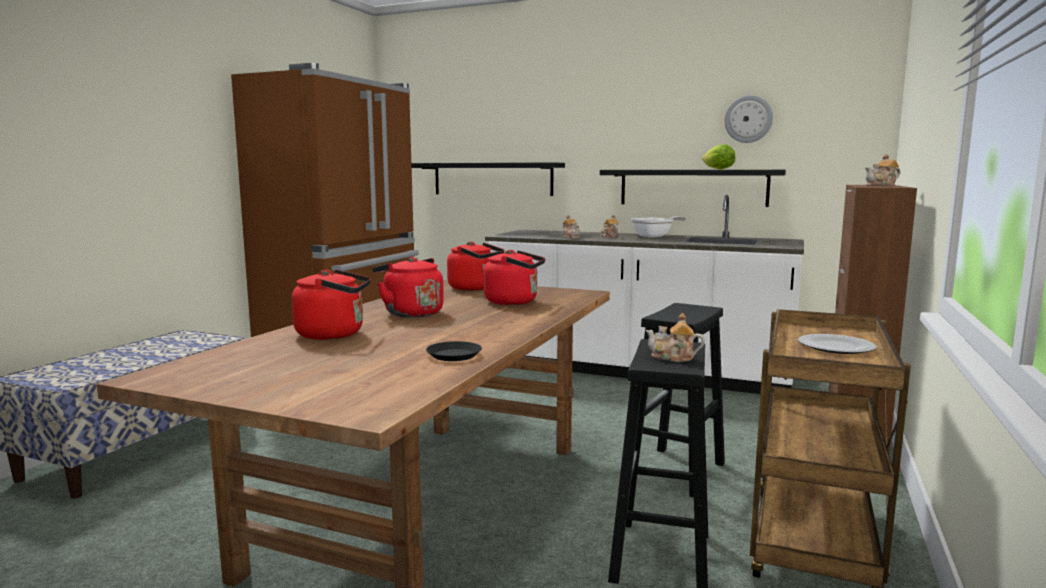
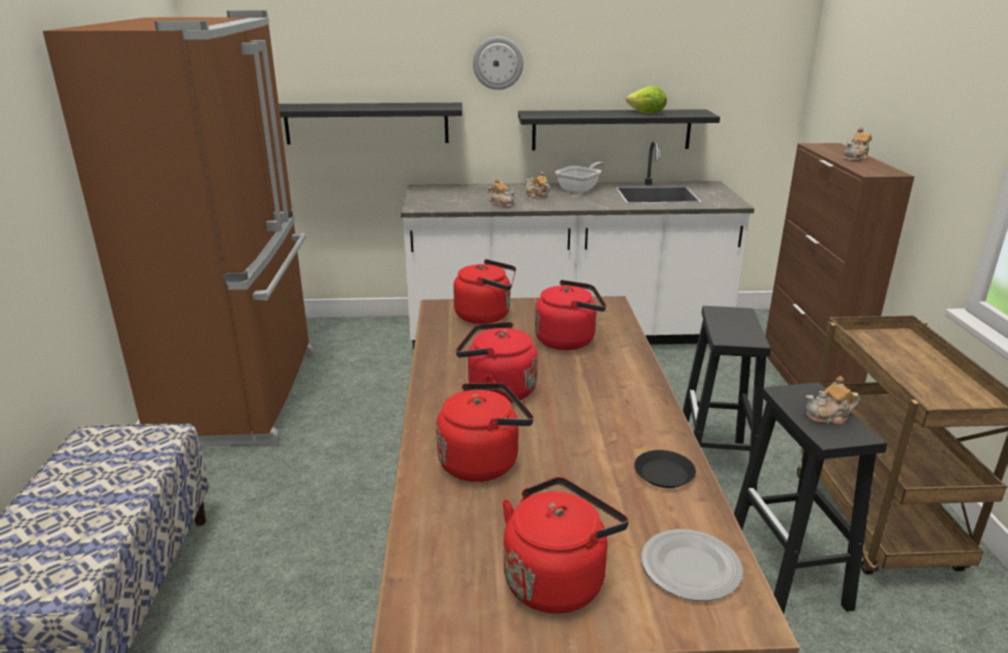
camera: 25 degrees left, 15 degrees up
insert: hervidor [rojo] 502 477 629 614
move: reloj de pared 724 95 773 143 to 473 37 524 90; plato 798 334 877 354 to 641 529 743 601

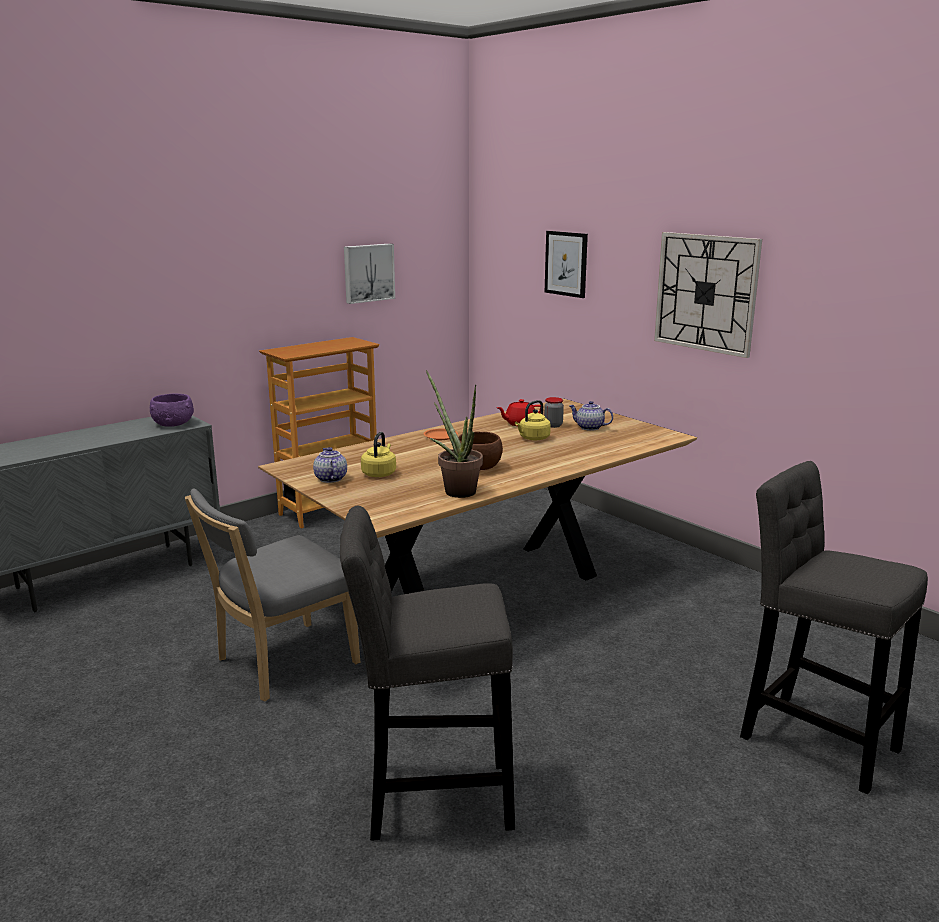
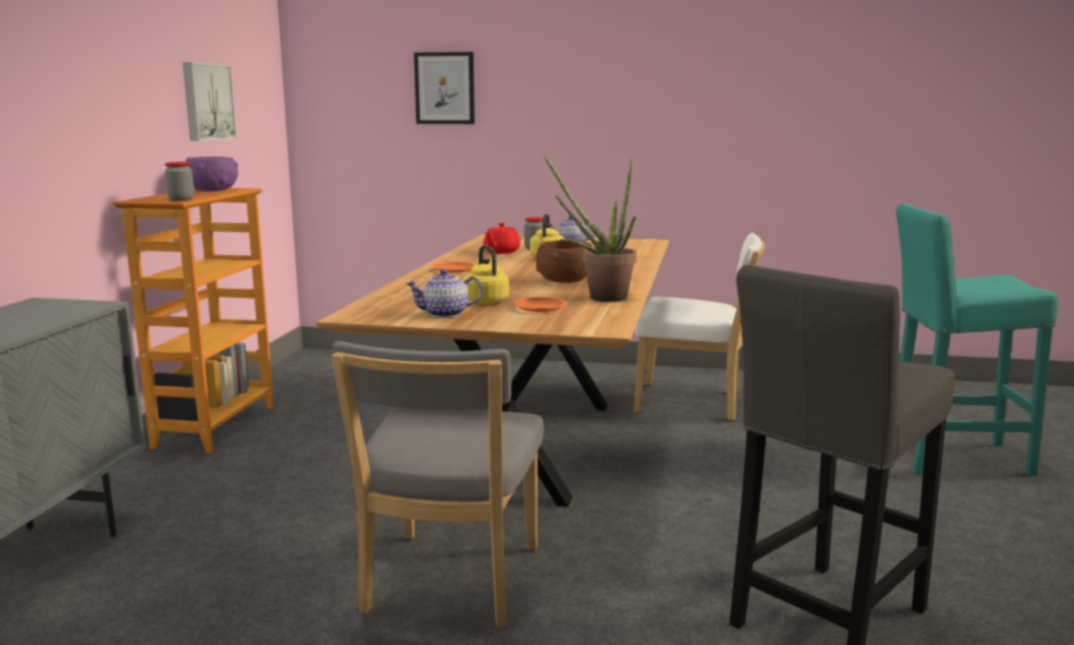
camera: 40 degrees left, 5 degrees down
delete: reloj de pared 654 232 762 358
insert: tarro 165 162 194 201; plato [naranja] 513 297 566 312; silla [blanco] 634 233 765 420
move: cuenco [morado] 150 393 194 427 to 185 157 238 191
recolor: taburete [gris] 740 461 928 794 to taburete [turquesa] 896 204 1058 476
rotate: tetera 313 447 347 483 = 405 269 483 318 45 degrees counterclockwise

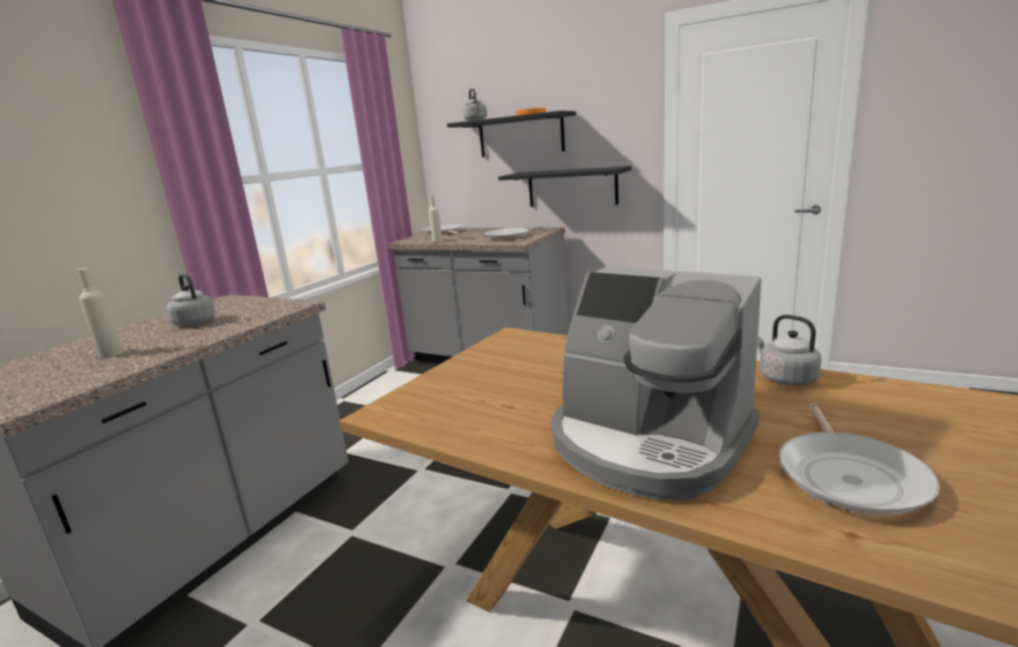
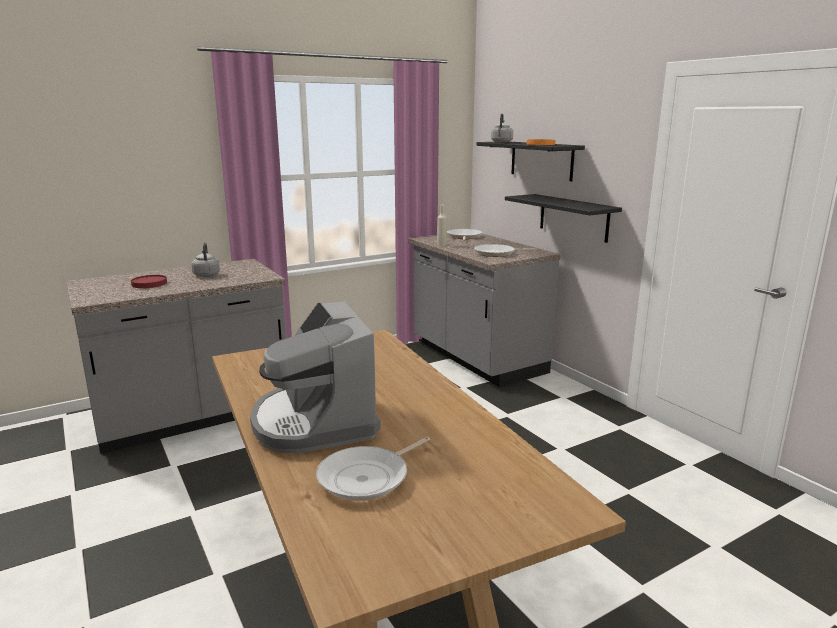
camera: 30 degrees right, 0 degrees up
delete: hervidor [gris] 758 314 821 386
replace: botella [beis] 77 268 123 358 to plato [rojo] 131 275 167 288

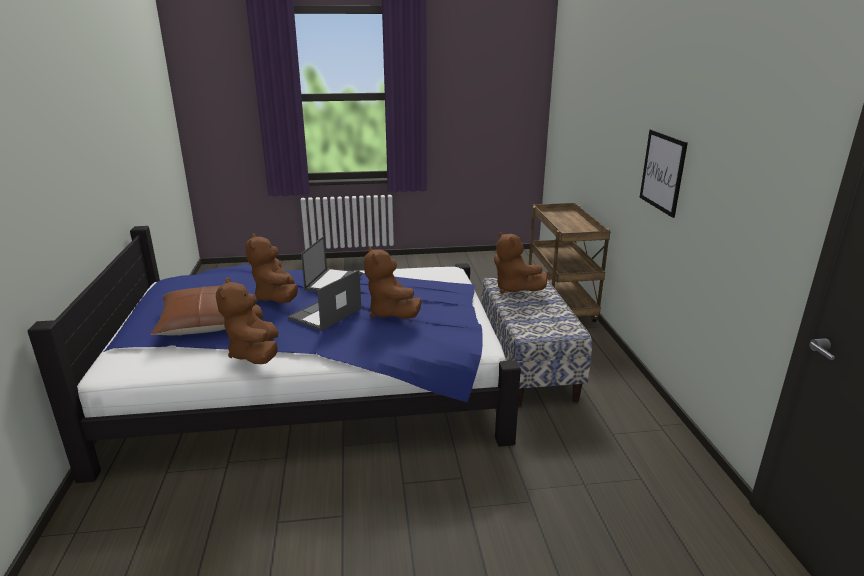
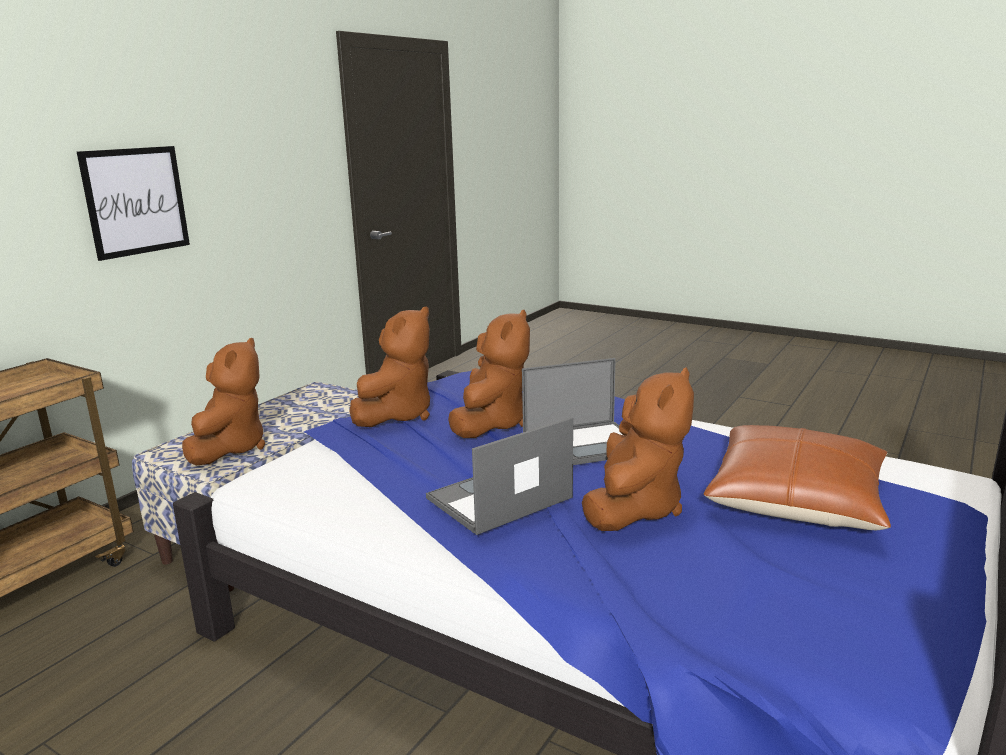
camera: 140 degrees left, 5 degrees down
move: peluche [marrón] 216 277 278 364 to 349 307 430 427

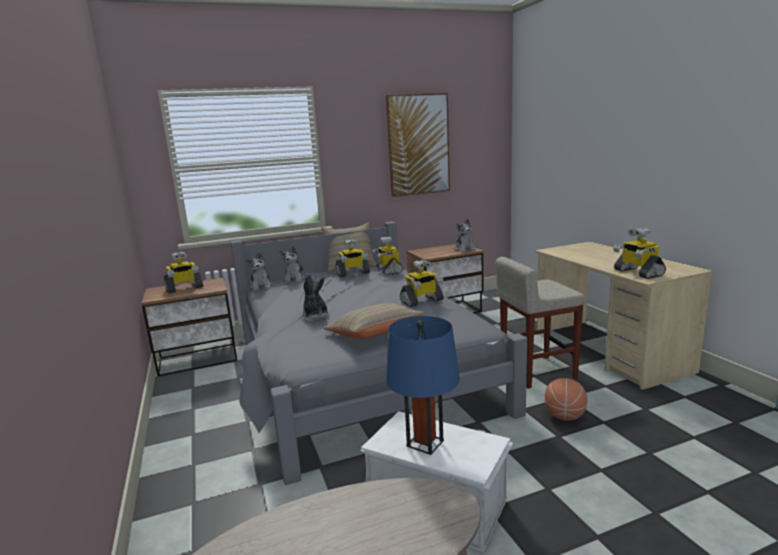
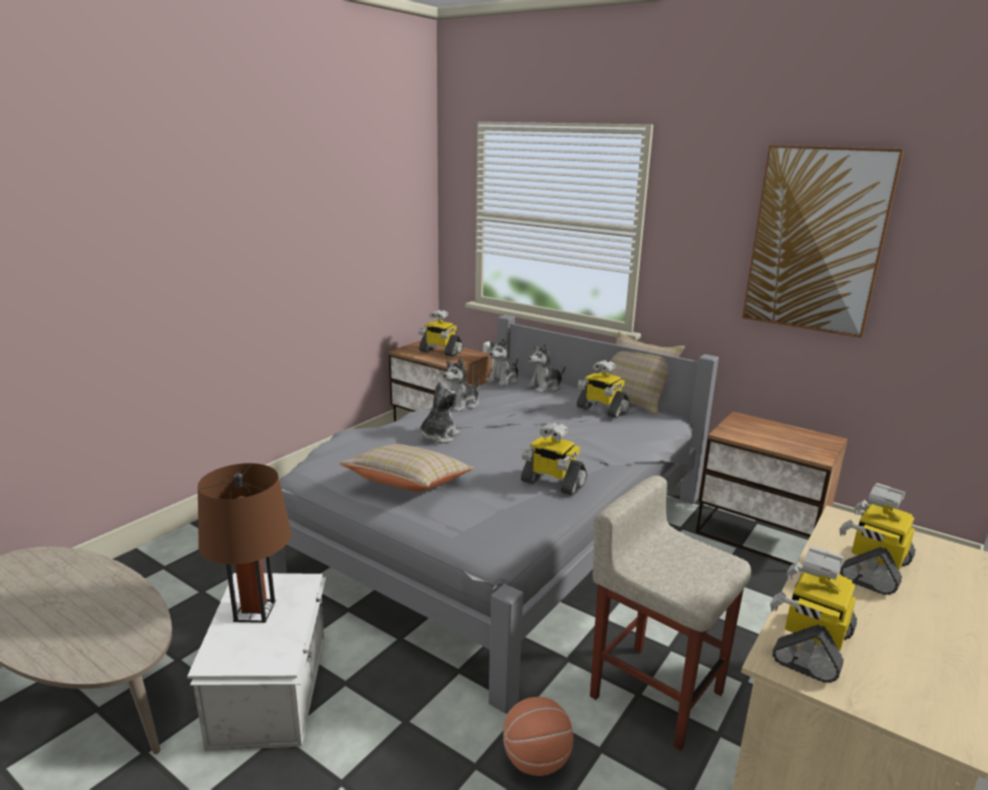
camera: 55 degrees right, 5 degrees up
move: robot de juguete 372 237 403 275 to 839 483 915 595; peluche 455 218 476 252 to 443 358 480 412
recolor: lámpara de mesa [azul] 386 316 460 455 to lámpara de mesa [marrón] 198 463 291 623

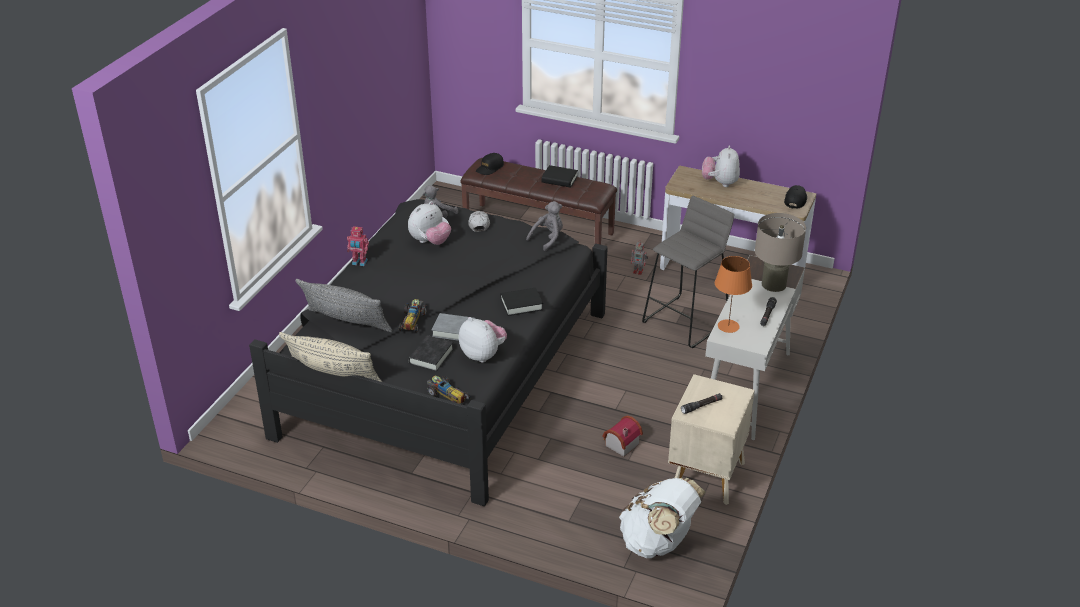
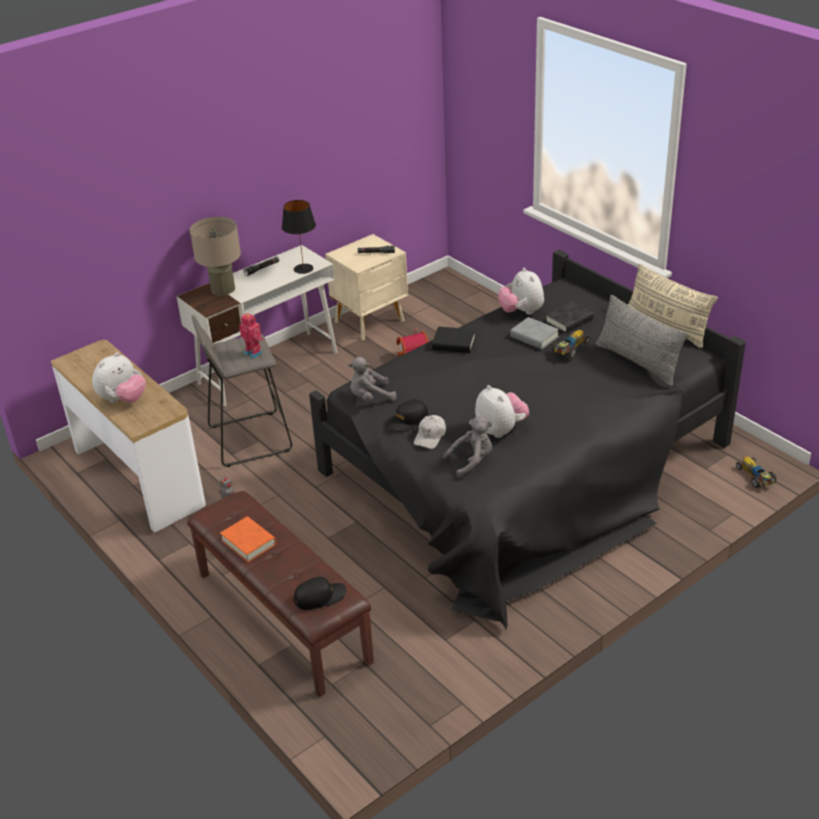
camera: 150 degrees left, 0 degrees up
delete: mochila [blanco] 619 478 706 558
move: robot de juguete 347 226 369 266 to 239 313 264 358; coche de juguete 427 376 471 404 to 736 457 776 488; gorra [negro] 784 185 807 209 to 387 399 428 432
recolor: libro [negro] 542 165 578 188 to libro [naranja] 220 517 276 562; lámpara de mesa [naranja] 715 256 752 333 to lámpara de mesa [negro] 282 200 316 274
rotate: peluche 408 201 451 245 = 475 385 529 438 75 degrees clockwise

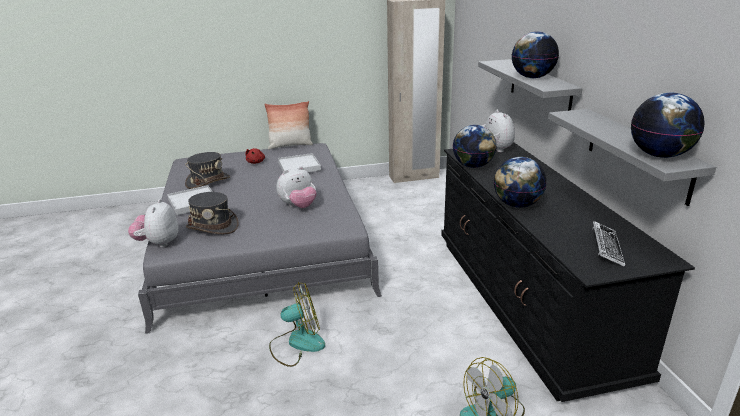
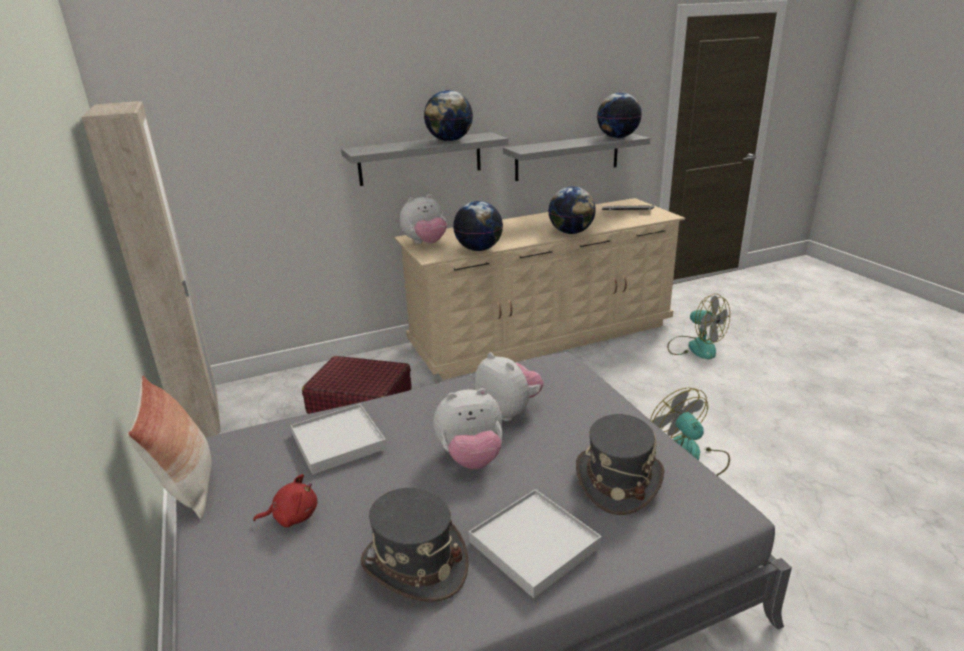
camera: 100 degrees left, 0 degrees up
insert: maleta [rojo] 302 356 411 414
move: peluche 128 199 179 248 to 433 388 503 469
recolor: cómoda [negro] 441 142 695 402 to cómoda [beis] 394 198 685 380

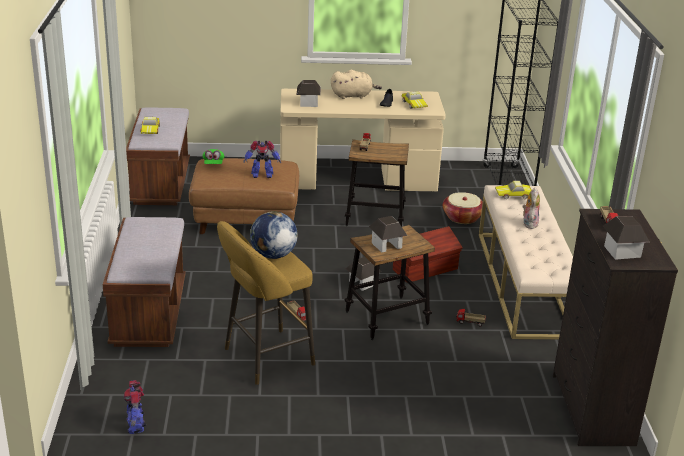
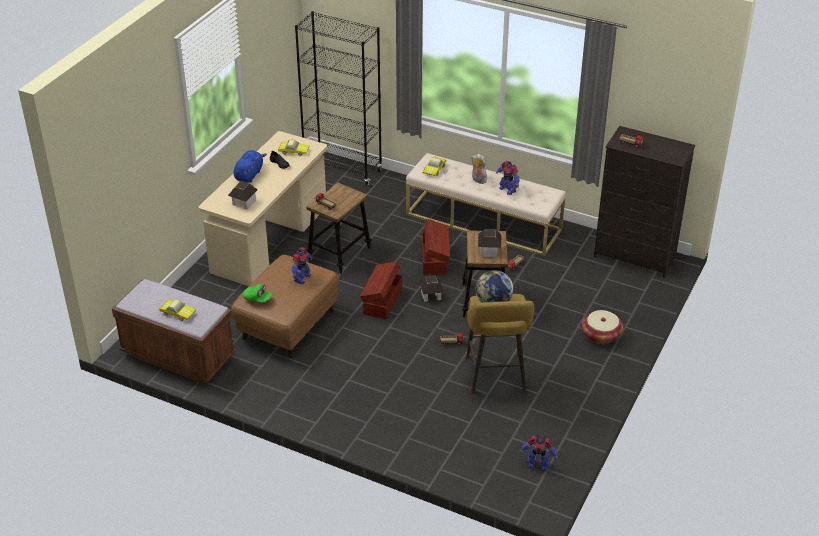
camera: 60 degrees left, 10 degrees up
delete: banco [marrón] 103 217 186 347; casita 603 216 649 260
insert: caja de almacenaje [marrón] 360 261 402 319; robot de juguete 496 161 520 195
move: cesta 443 192 483 224 to 582 310 623 344
recolor: peluche [beis] 331 70 382 99 to peluche [azul] 234 150 267 183

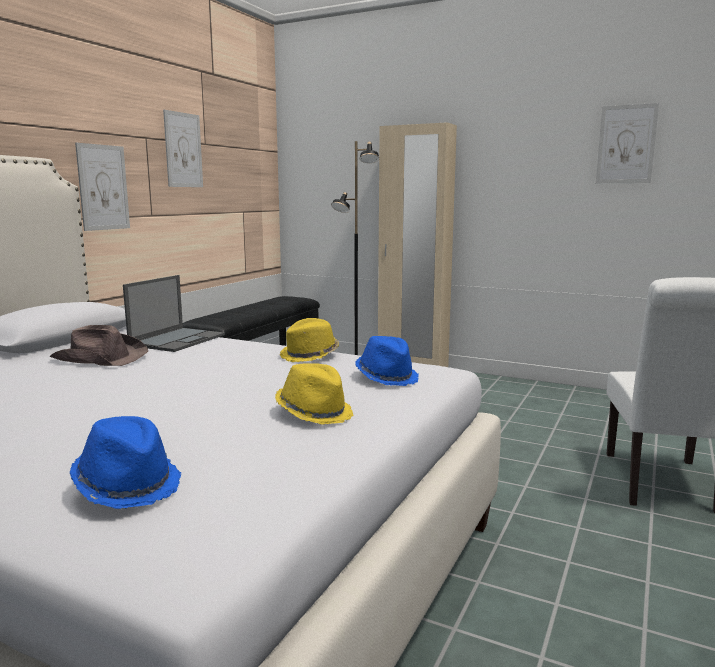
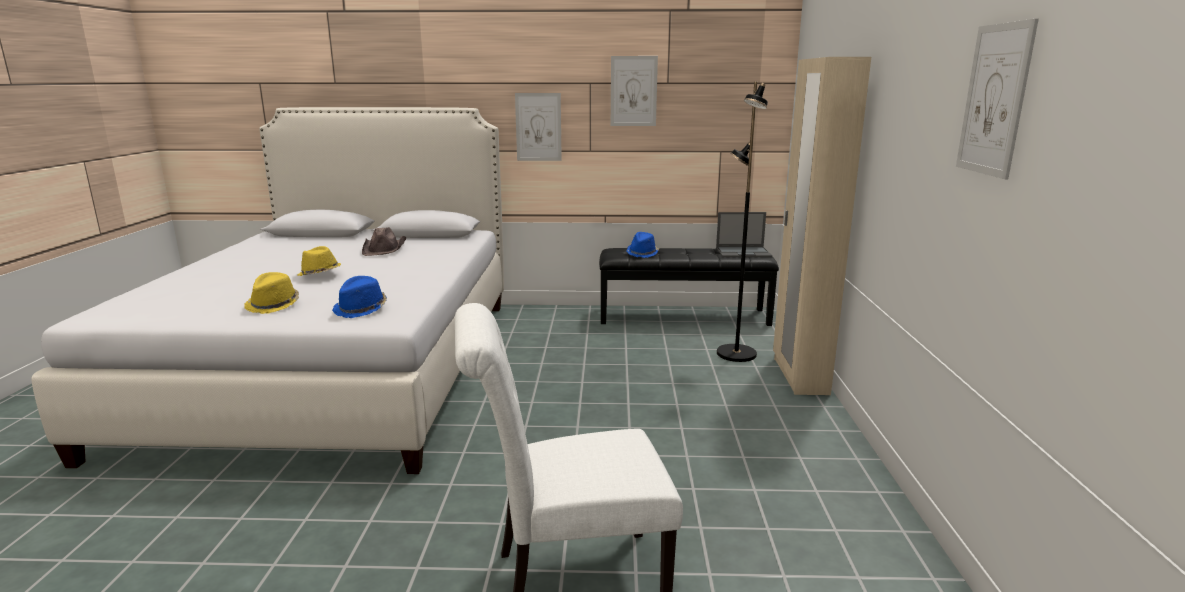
camera: 65 degrees right, 5 degrees up
move: sombrero [azul] 70 416 181 509 to 626 232 659 258; portátil 123 275 225 352 to 716 212 772 257; sombrero [amarillo] 280 318 339 362 to 297 246 341 276

